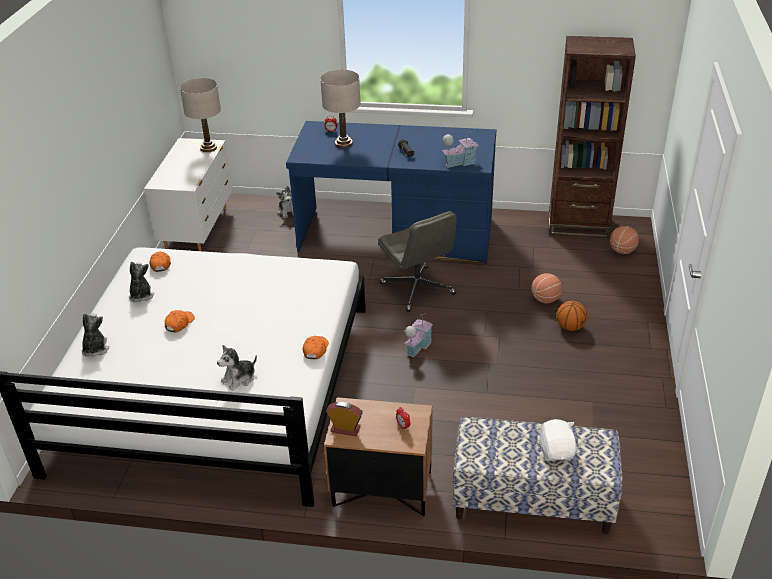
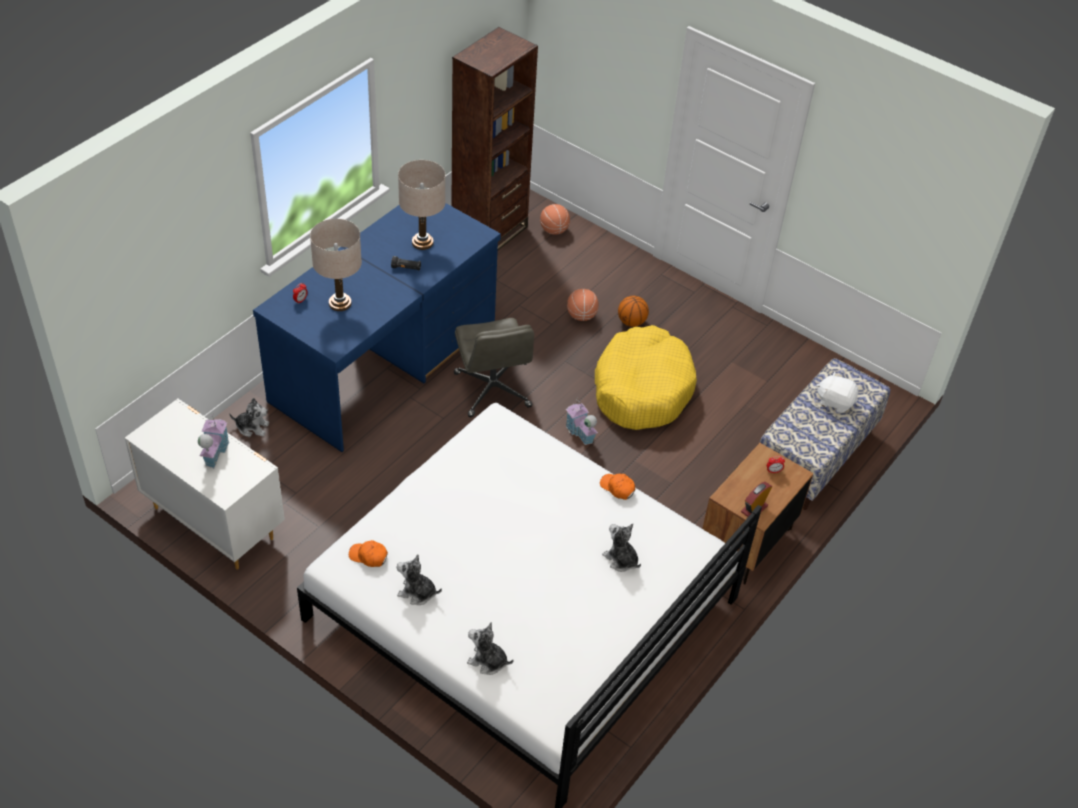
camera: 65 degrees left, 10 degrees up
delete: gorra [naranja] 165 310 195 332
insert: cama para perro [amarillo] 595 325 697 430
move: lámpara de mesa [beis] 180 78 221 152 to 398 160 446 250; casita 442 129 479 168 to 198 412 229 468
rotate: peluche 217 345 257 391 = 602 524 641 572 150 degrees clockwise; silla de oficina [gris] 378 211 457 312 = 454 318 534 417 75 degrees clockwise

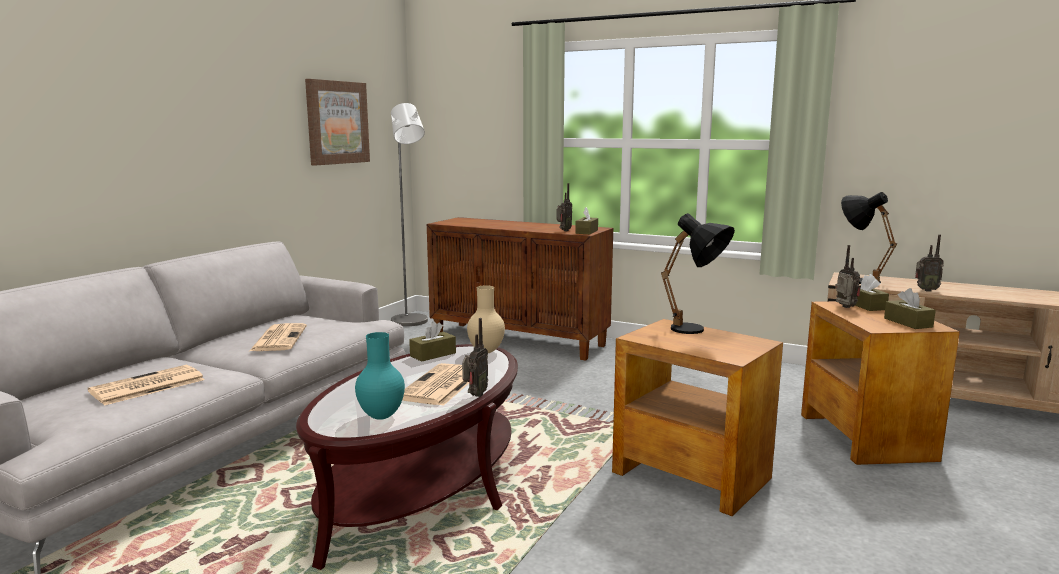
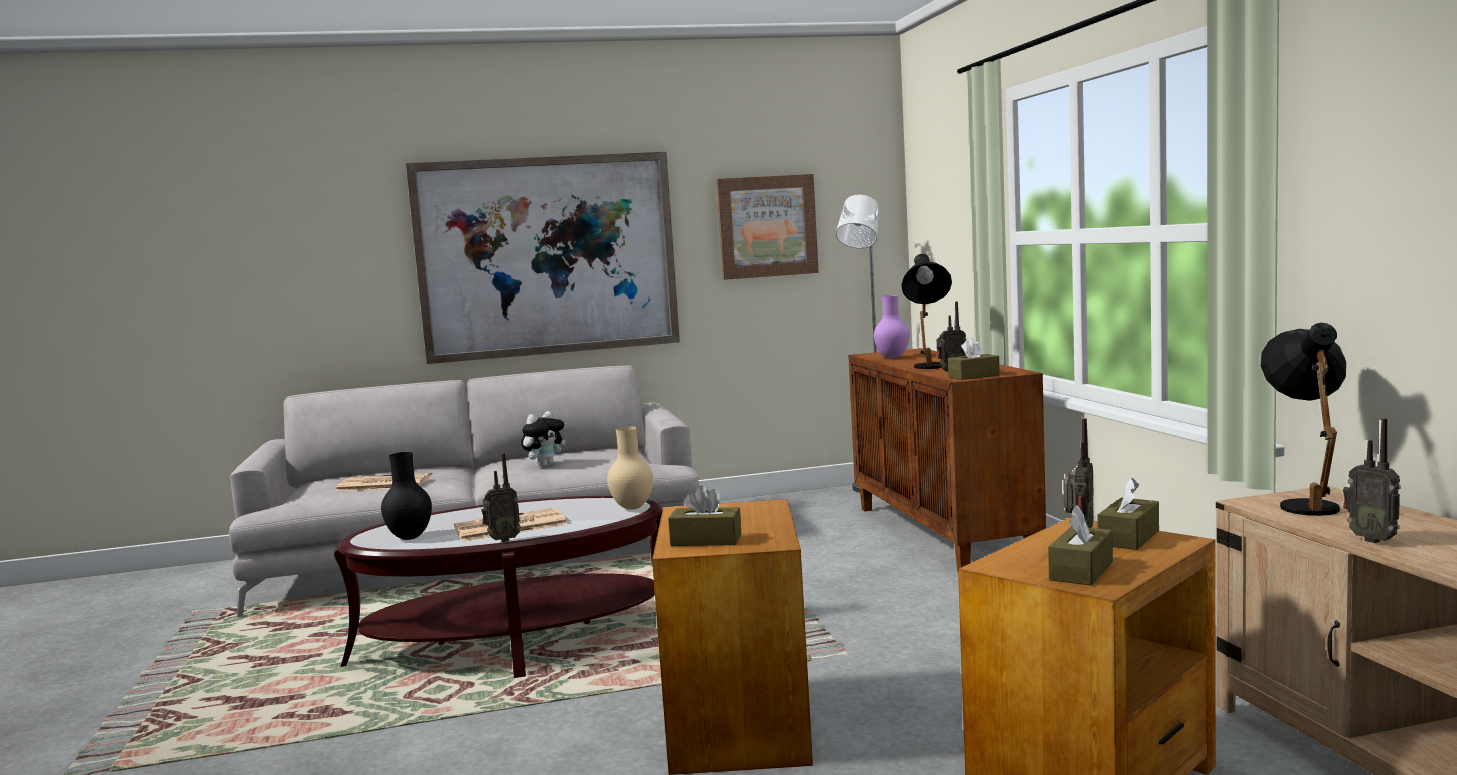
camera: 50 degrees right, 5 degrees down
insert: cuadro 406 152 680 364; florero [morado] 874 295 910 359
move: caja de pañuelos [marrón] 409 321 456 362 to 668 485 742 546; lámpara de mesa [negro] 661 213 735 334 to 901 254 952 369
replace: periódico 250 323 307 351 to peluche 521 411 566 467
recolor: florero [turquesa] 355 332 405 420 to florero [negro] 381 452 432 540

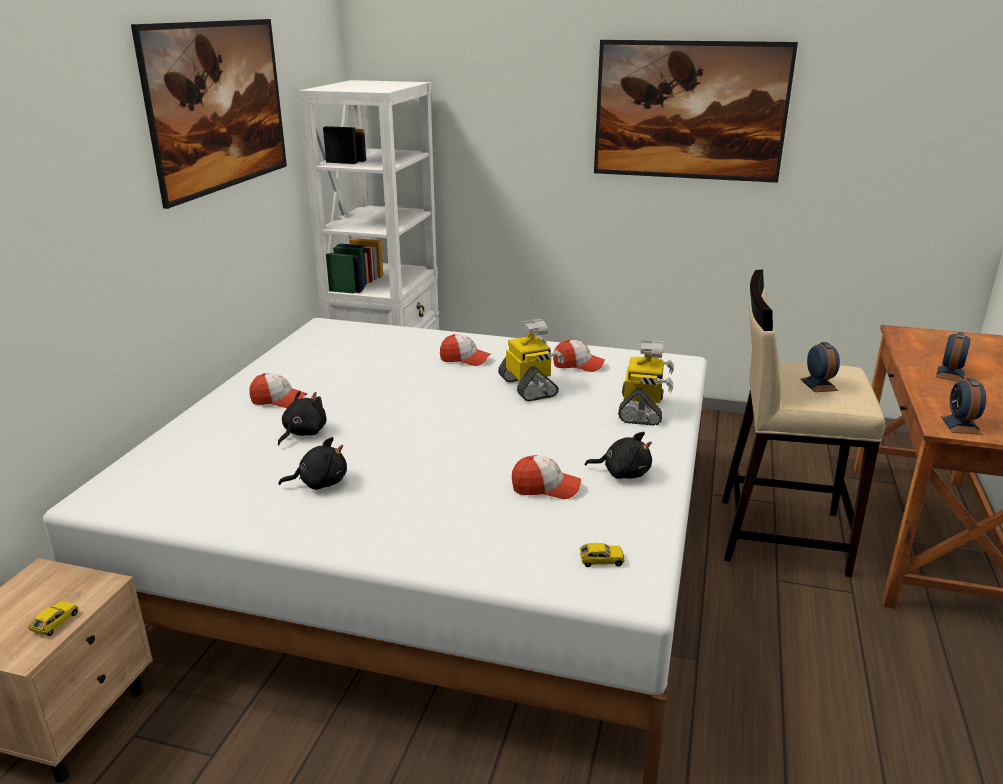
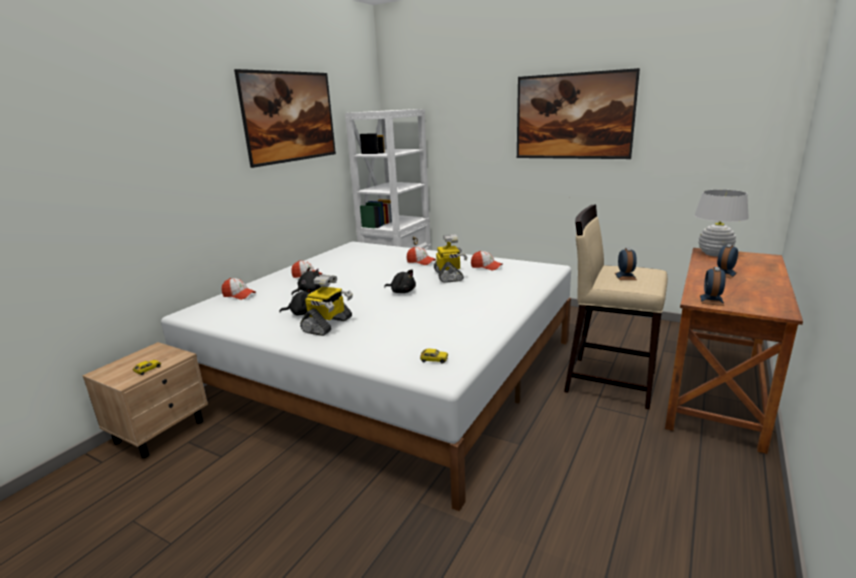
camera: 15 degrees right, 5 degrees down
insert: lámpara de mesa [blanco] 694 190 749 257
move: gorra 512 455 581 499 to 222 278 256 300; peluche [negro] 585 432 652 479 to 384 270 416 293; robot de juguete 618 340 674 426 to 300 275 353 336

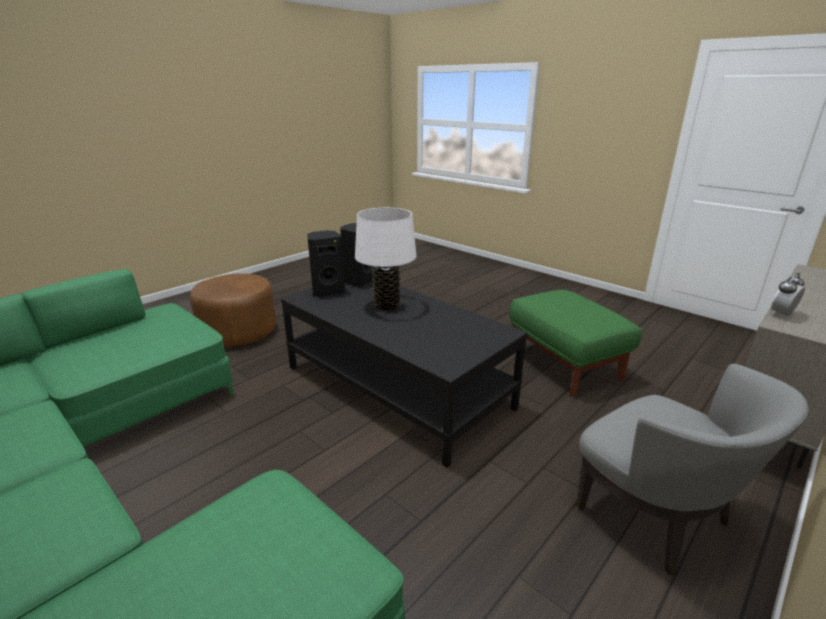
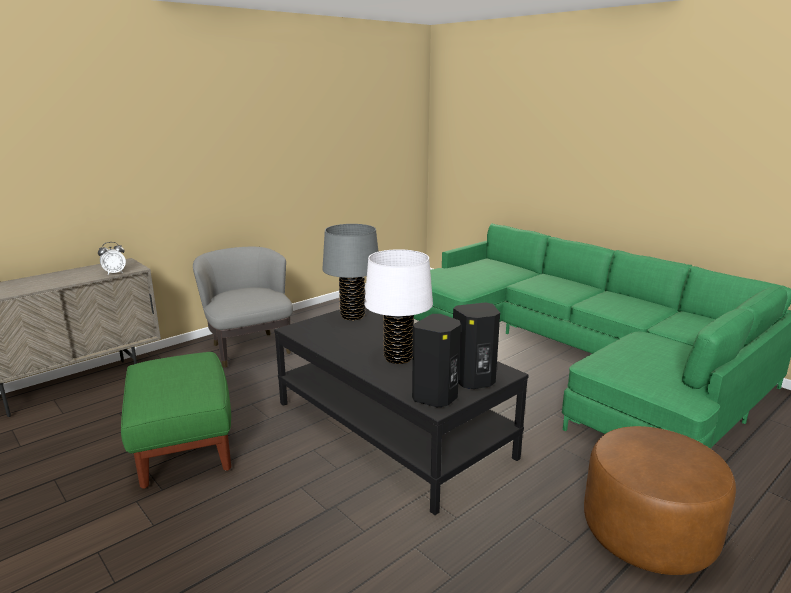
camera: 175 degrees left, 5 degrees down
insert: lámpara de mesa [gris] 322 224 379 320

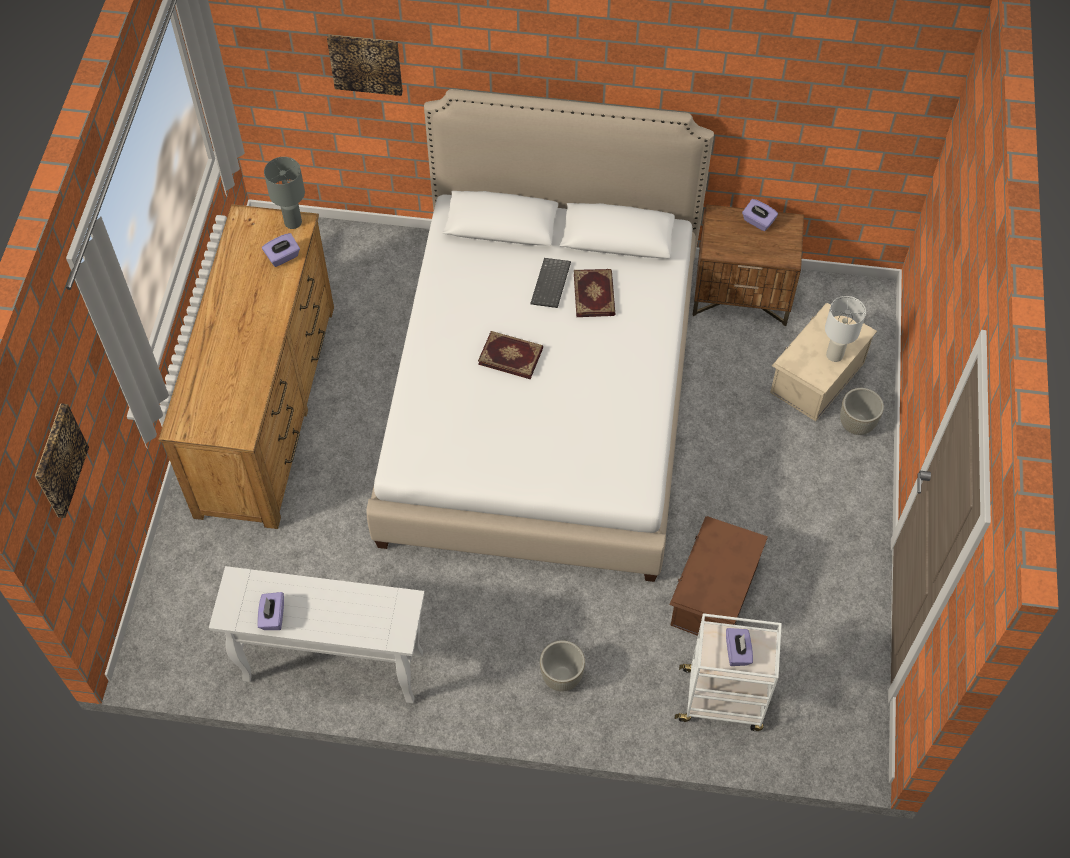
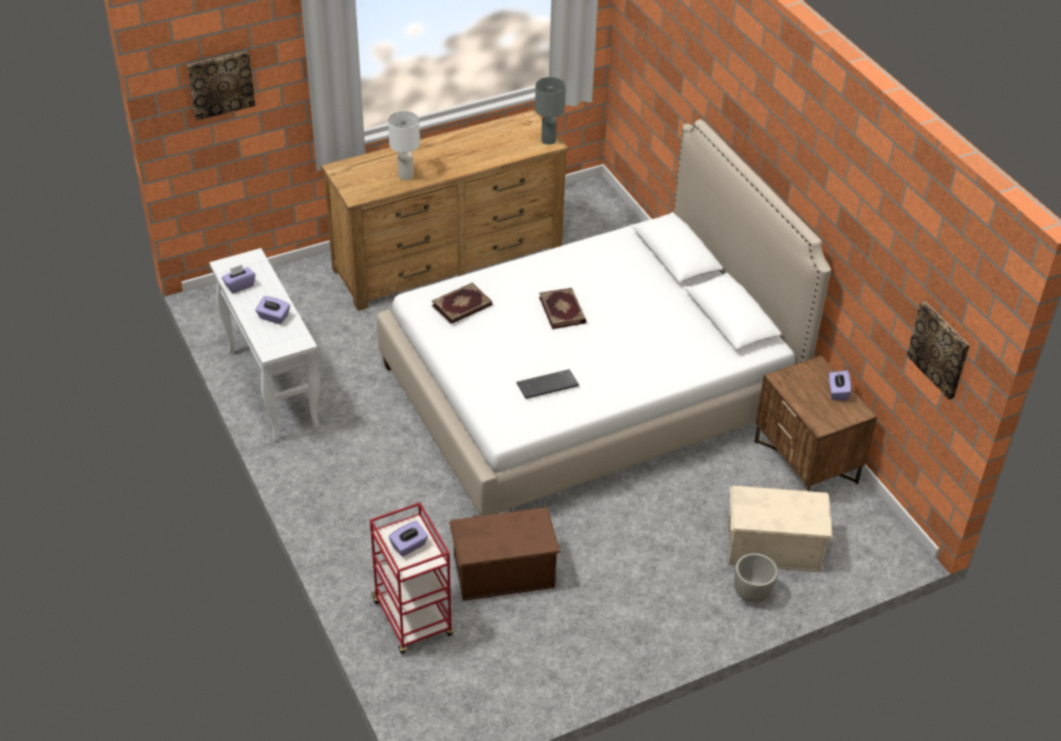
camera: 55 degrees right, 15 degrees down
delete: maceta [gris] 540 640 585 692
move: caja de pañuelos [morado] 262 233 300 267 to 255 296 290 324; cuadro 327 34 403 96 to 906 302 970 400; teclado 530 258 571 308 to 517 369 579 399; libro 574 269 615 317 to 432 283 492 324; lámpara de mesa [blanco] 825 296 866 362 to 388 111 420 180
recolor: carrito [blanco] 674 613 782 731 to carrito [rojo] 370 502 454 654

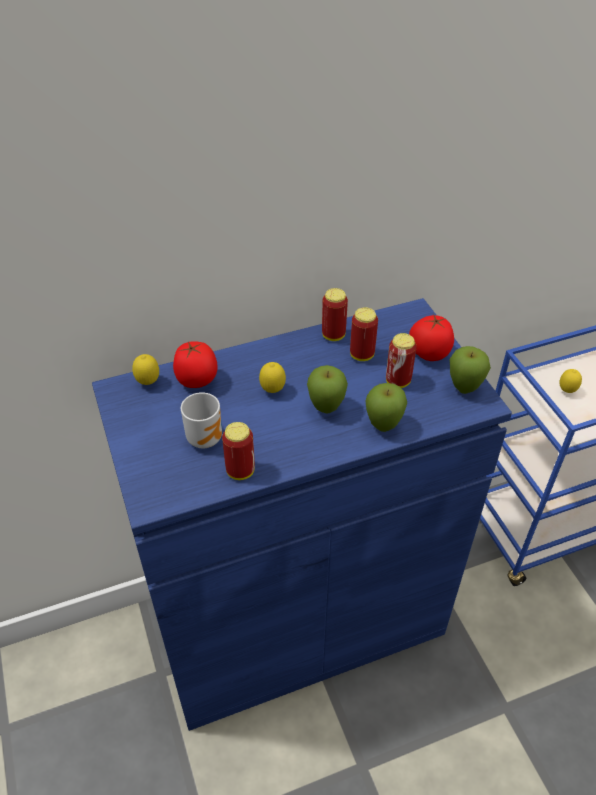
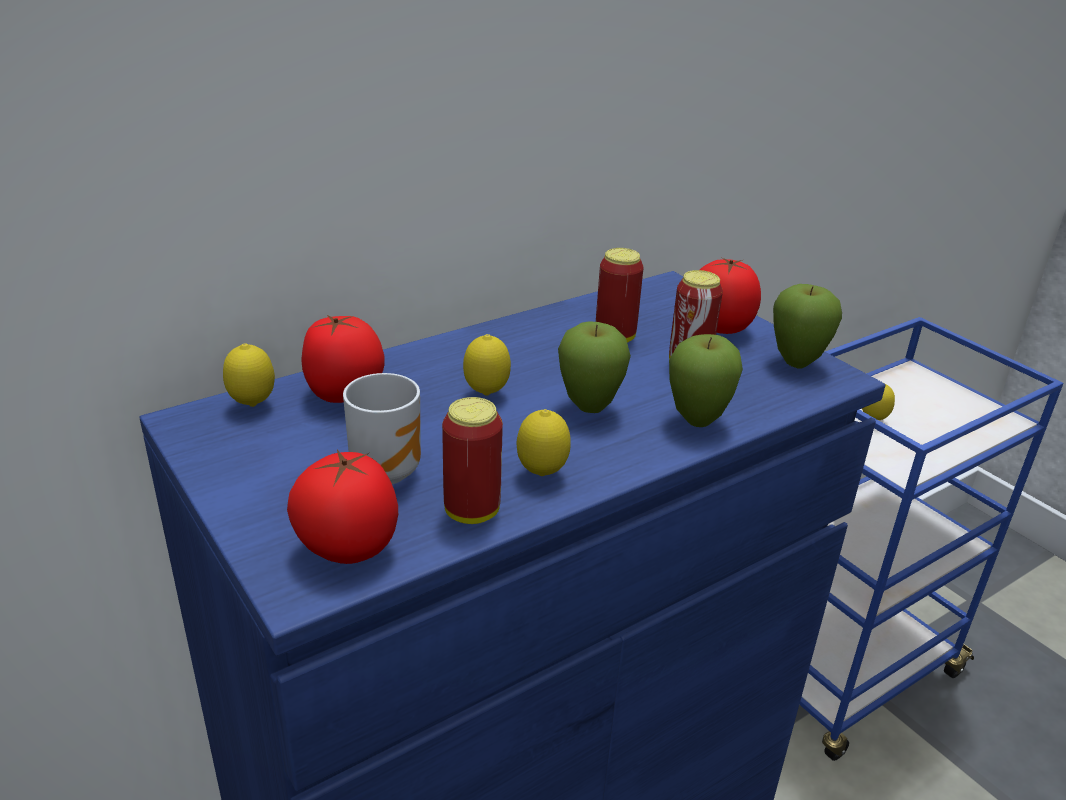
camera: 15 degrees left, 15 degrees down
delete: lata 322 288 348 341
insert: tomate 287 450 398 564; limón 517 409 571 476

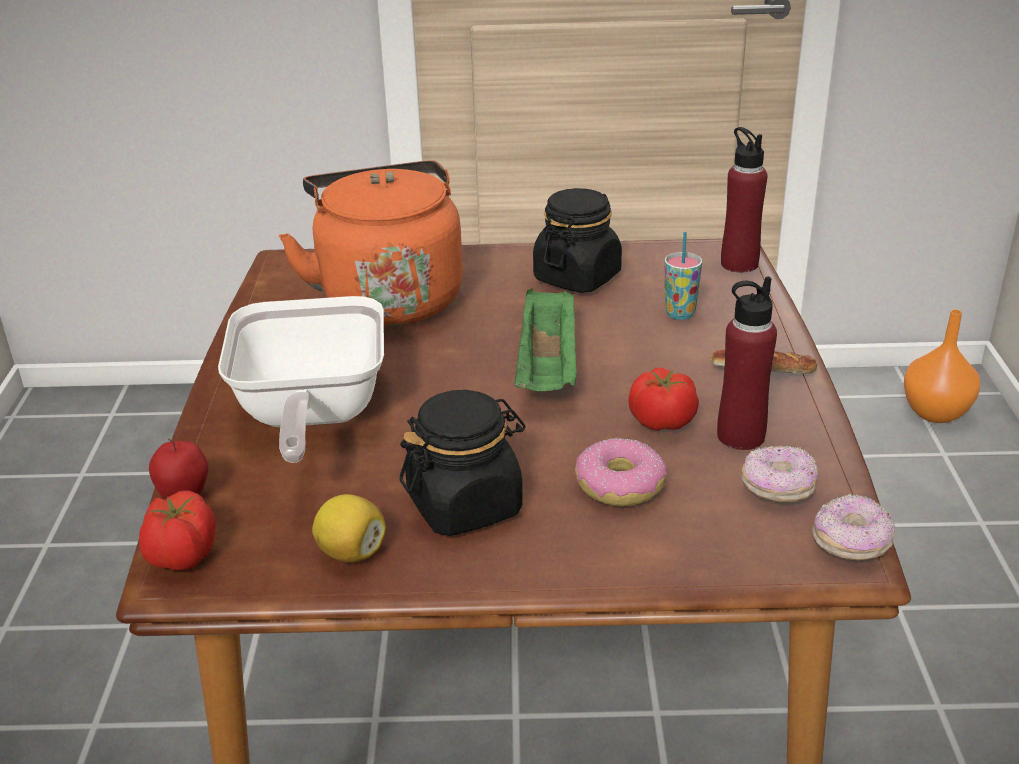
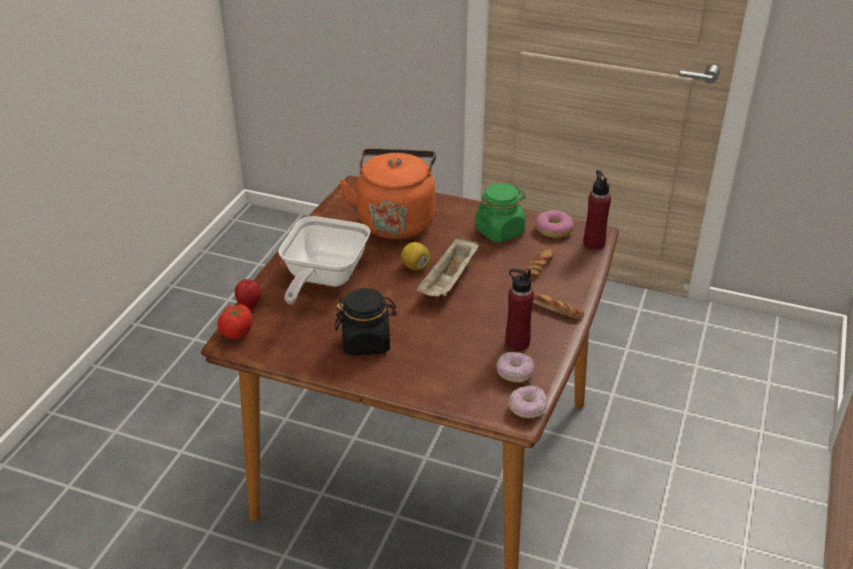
camera: 20 degrees right, 5 degrees up
delete: tomate 628 368 699 431; florero [naranja] 904 309 980 423
move: limón 312 494 386 563 to 401 242 430 270; rosquilla 575 438 667 507 to 535 210 574 238
replace: taza 665 232 702 320 to pan 524 248 554 280
recolor: bandeja [verde] 514 288 578 391 to bandeja [beis] 417 236 479 297; tarro [negro] 533 188 622 293 to tarro [verde] 475 183 526 243

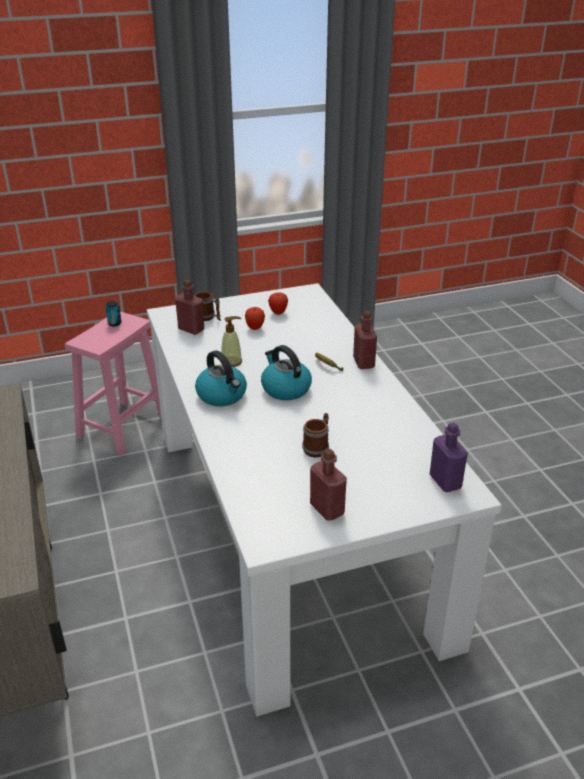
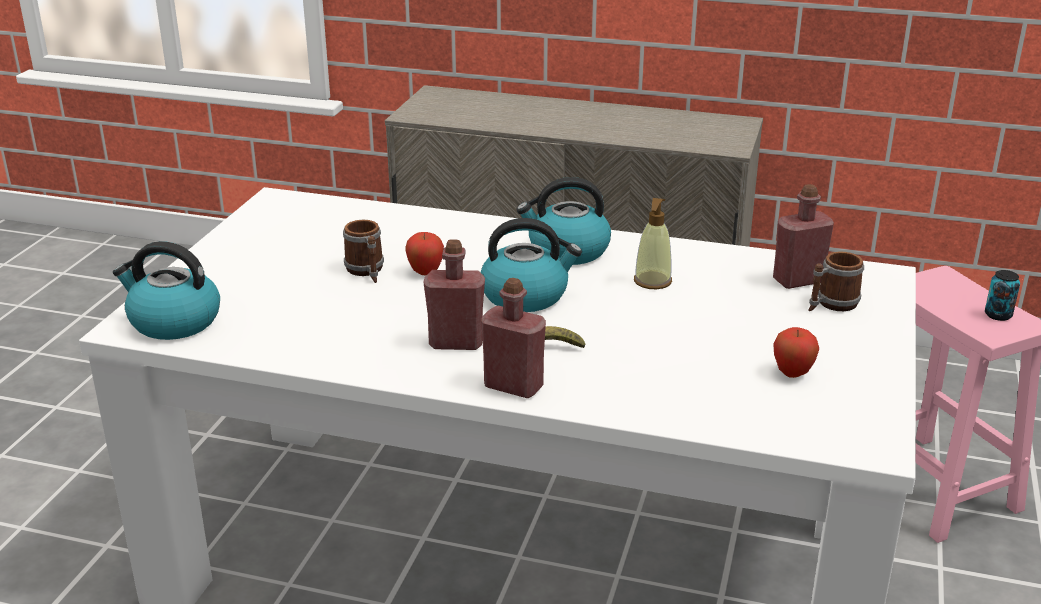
camera: 125 degrees right, 5 degrees down
move: manzana 245 307 265 330 to 405 232 444 275; botella [rojo] 310 449 347 521 to 423 239 485 350
replace: botella [morado] 429 423 468 492 to hervidor 113 241 220 340

